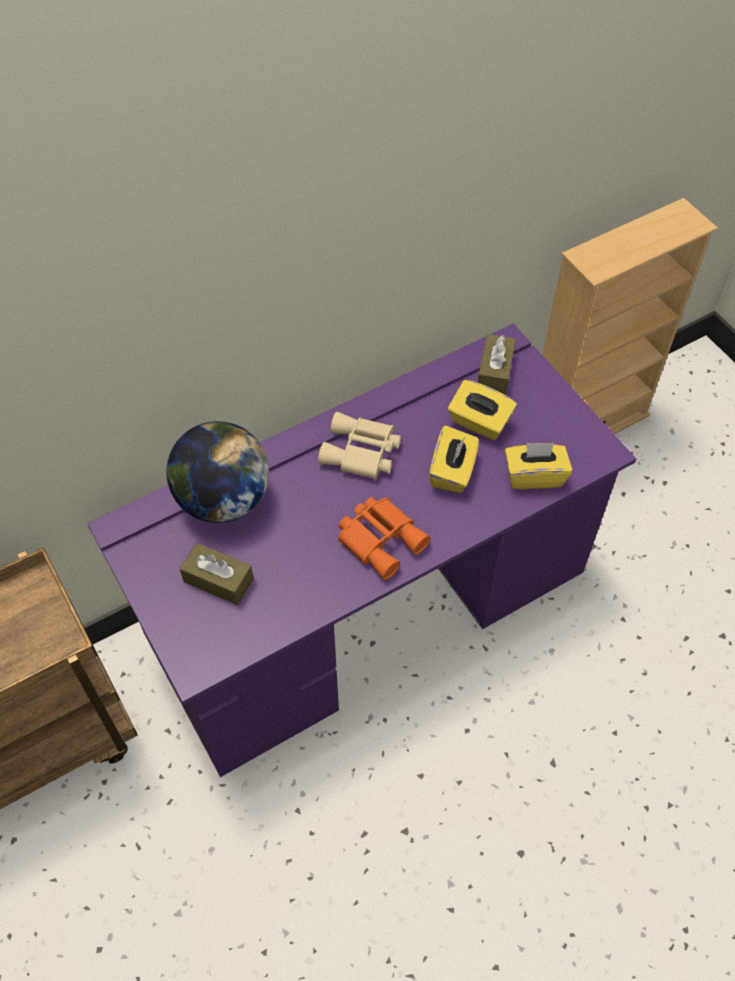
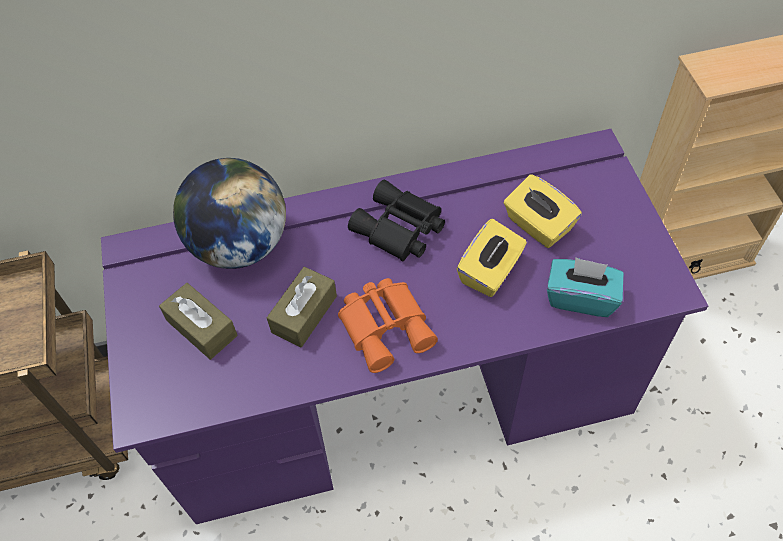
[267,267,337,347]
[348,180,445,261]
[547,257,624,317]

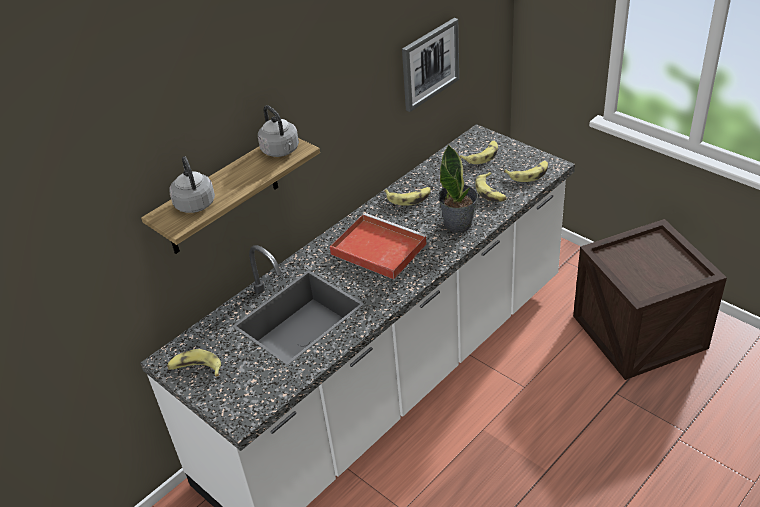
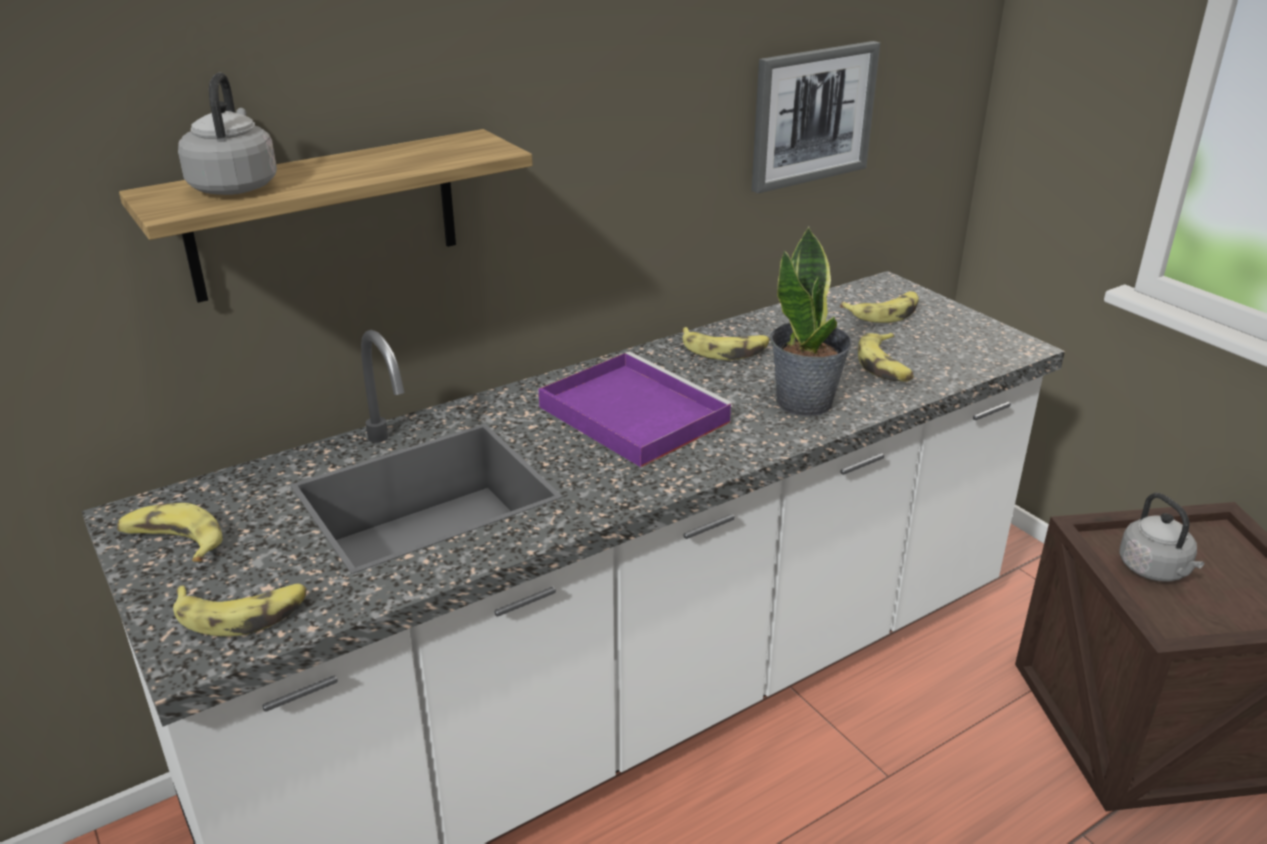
[1119,493,1204,582]
[173,584,306,636]
[539,351,734,467]

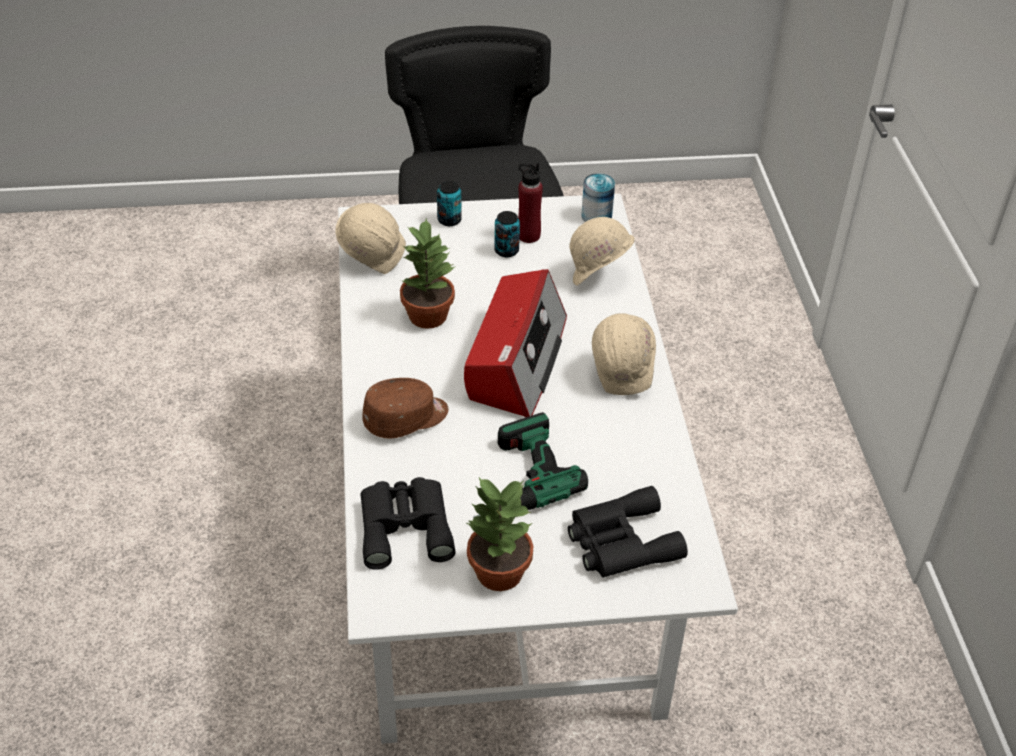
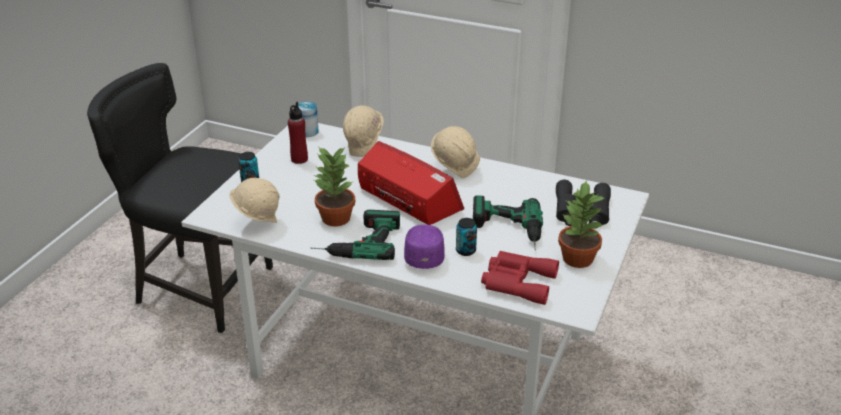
[456,218,477,256]
[404,225,445,269]
[481,251,559,305]
[311,210,400,260]

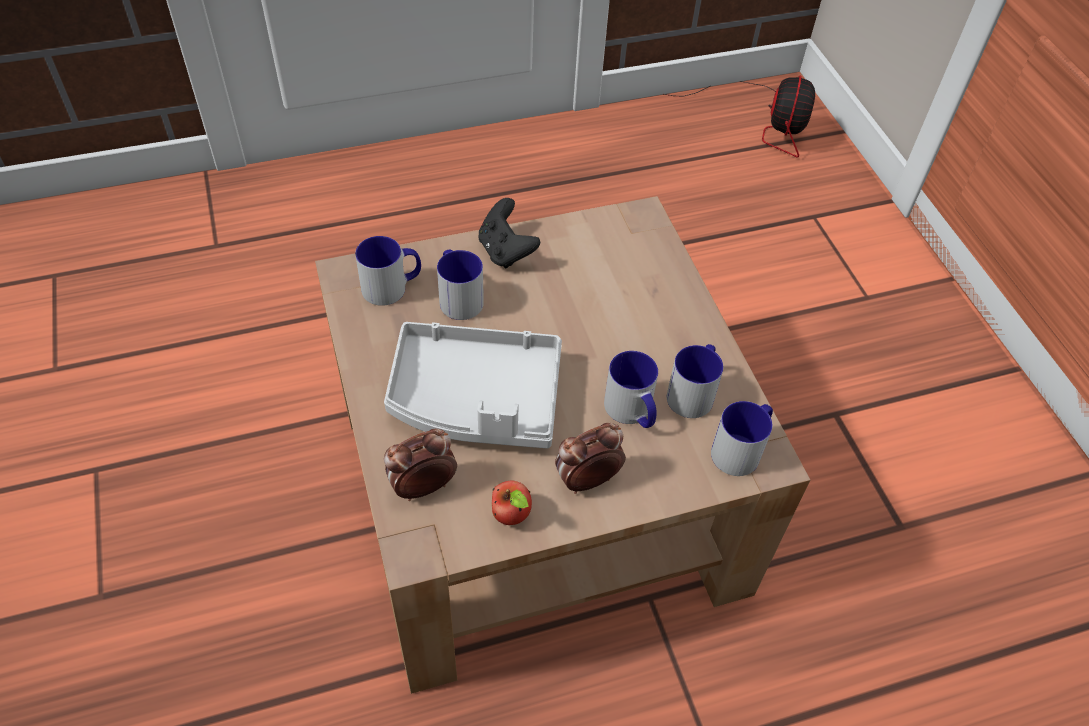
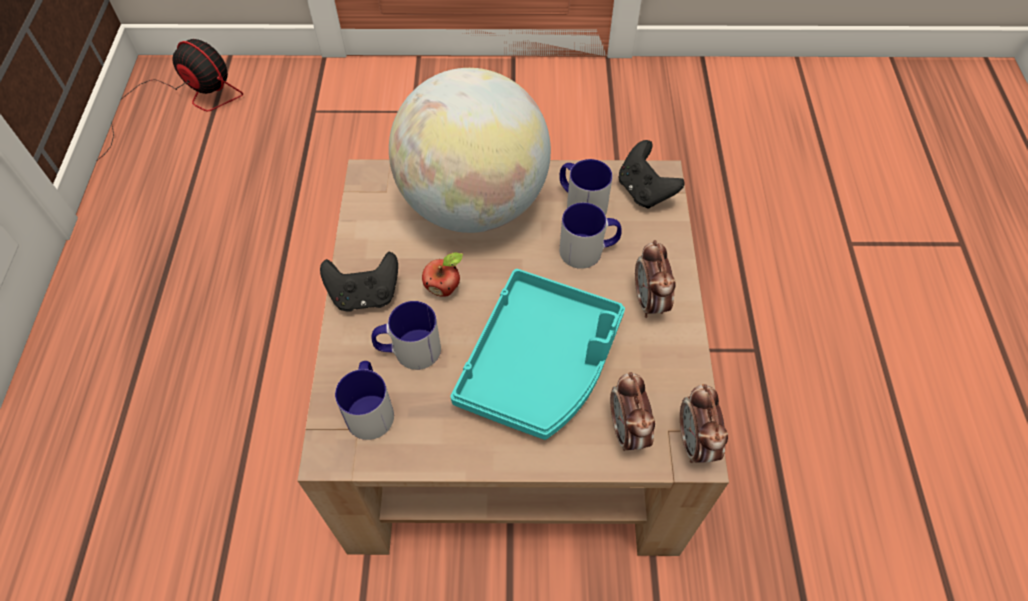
[450,269,625,440]
[618,140,685,209]
[422,253,463,297]
[389,68,551,233]
[680,384,728,463]

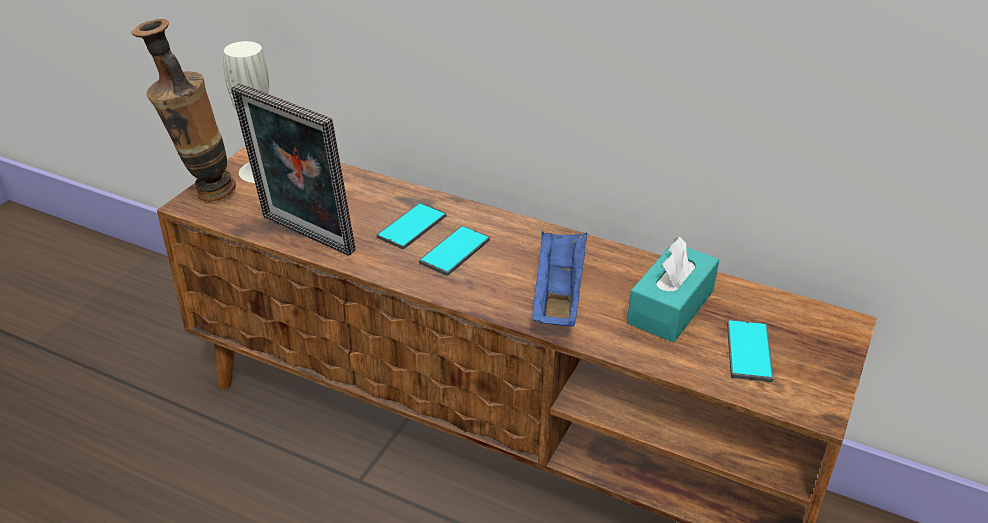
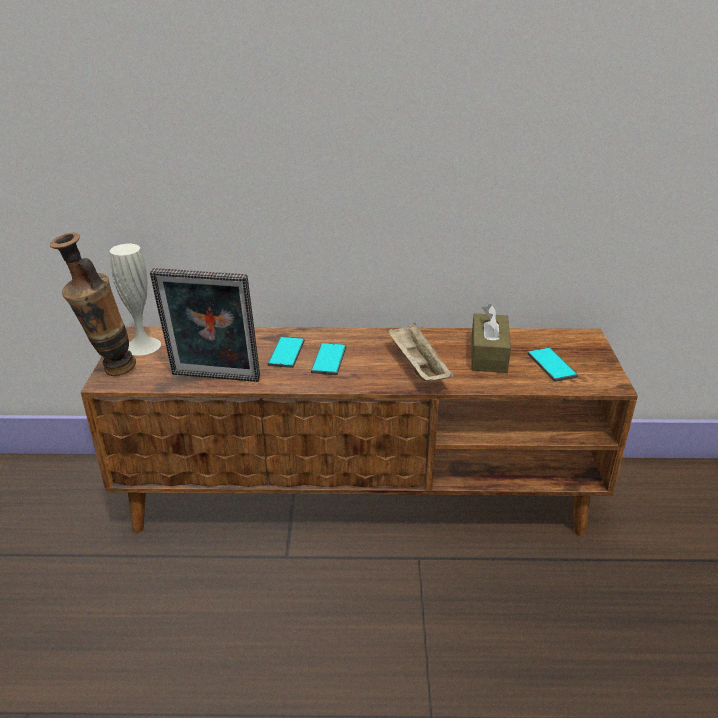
[387,323,453,381]
[471,304,511,373]

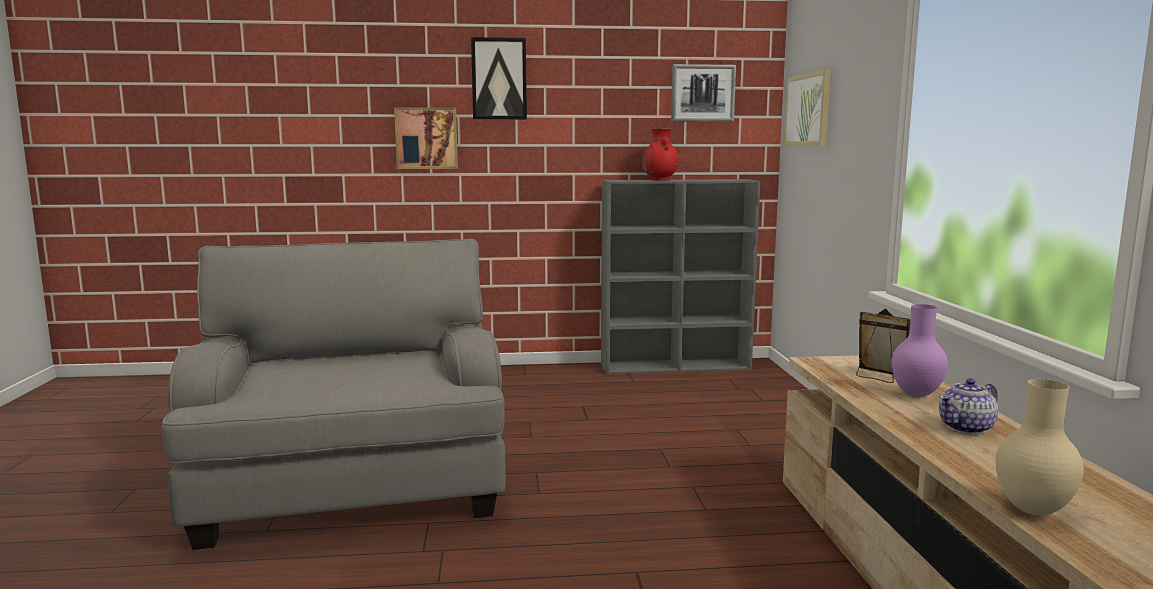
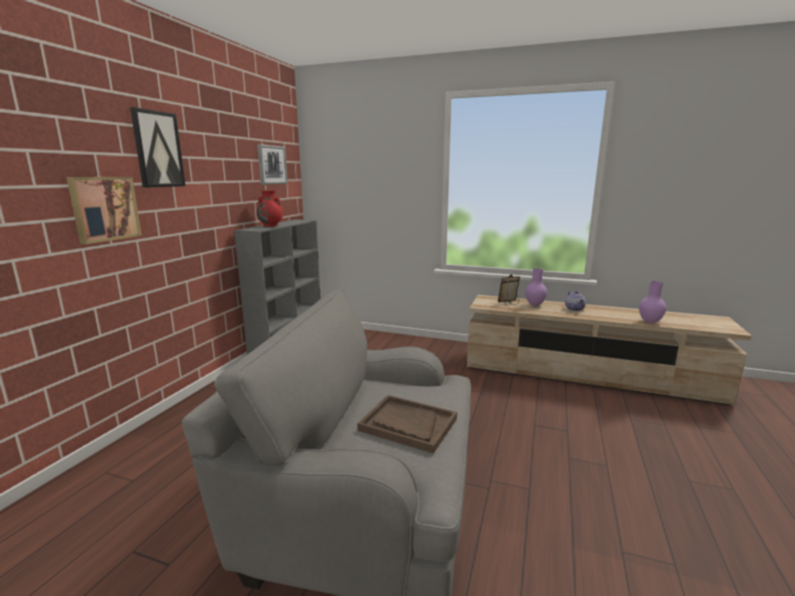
[784,70,831,145] (first image)
[639,281,666,323]
[357,395,457,453]

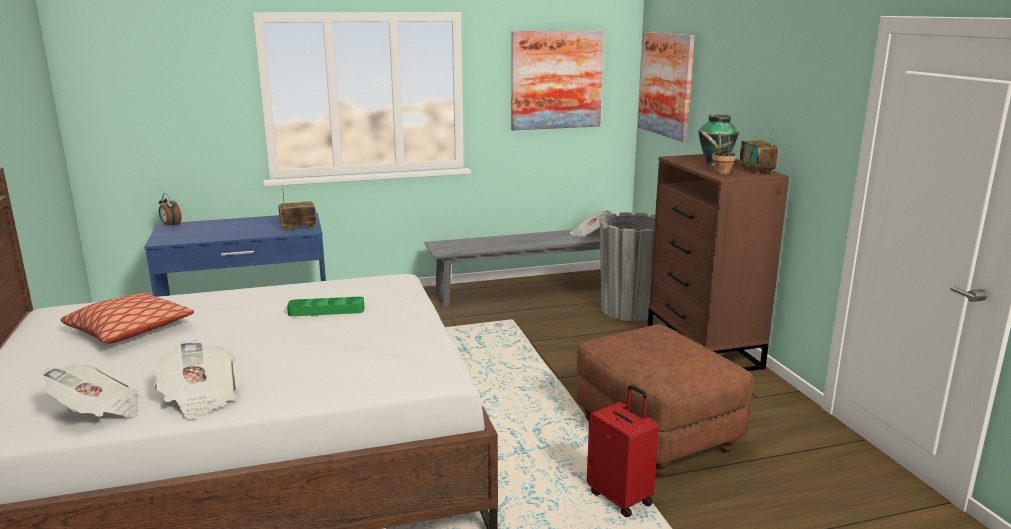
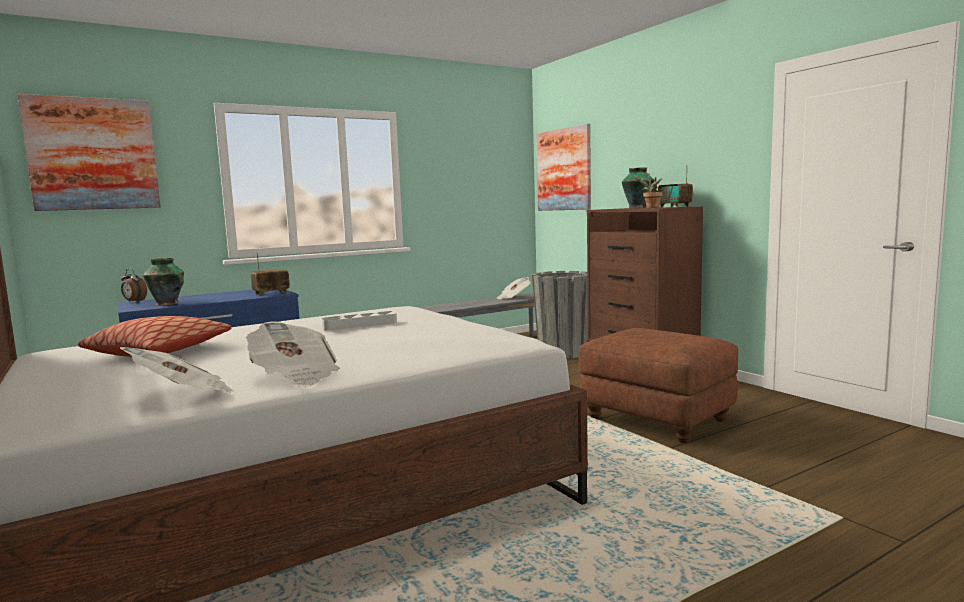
[18,94,161,211]
[322,311,397,331]
[587,385,659,517] (first image)
[143,258,184,306]

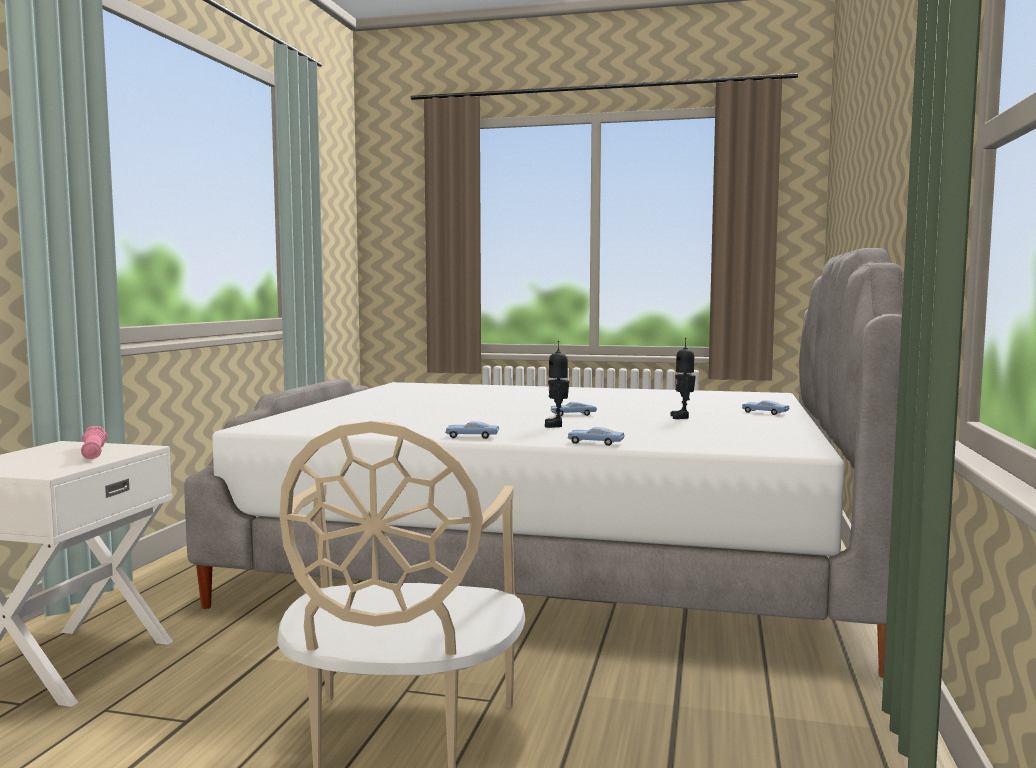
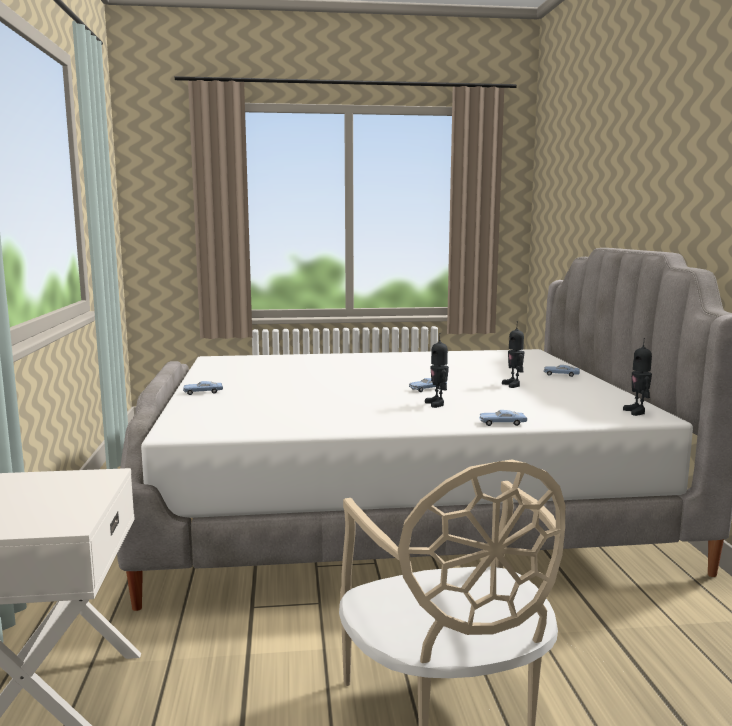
[183,381,223,395]
[81,426,108,459] (first image)
[623,338,652,416]

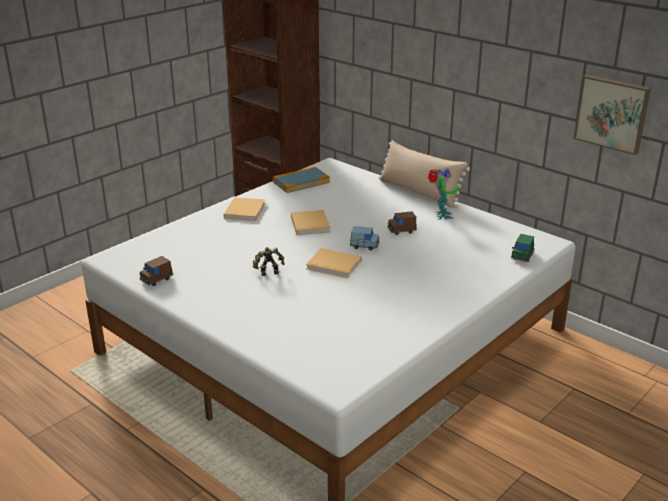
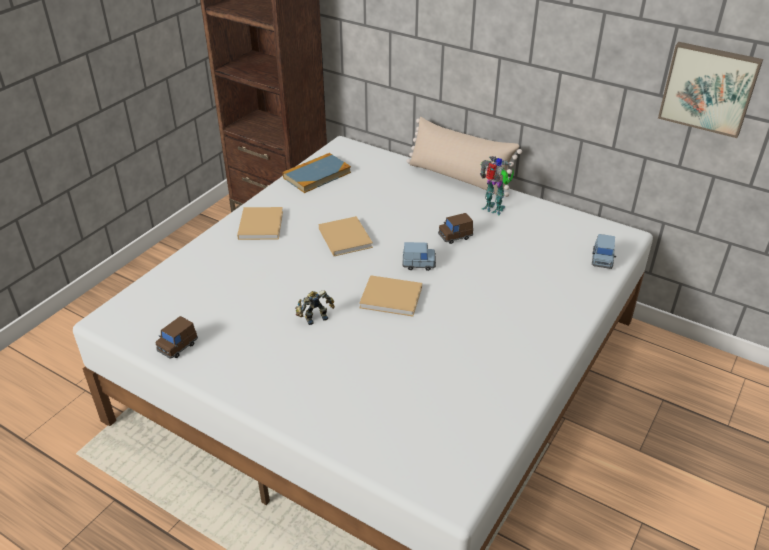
[480,156,514,215]
[592,234,616,269]

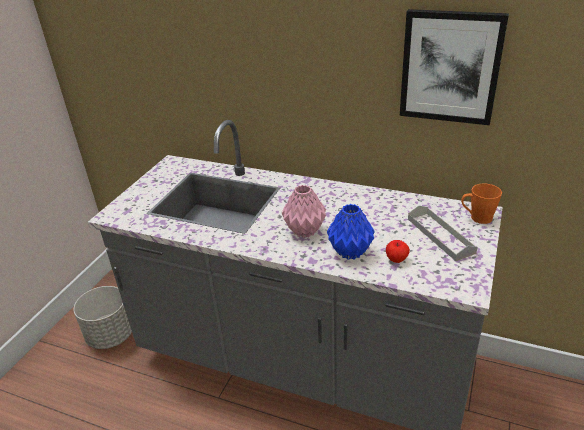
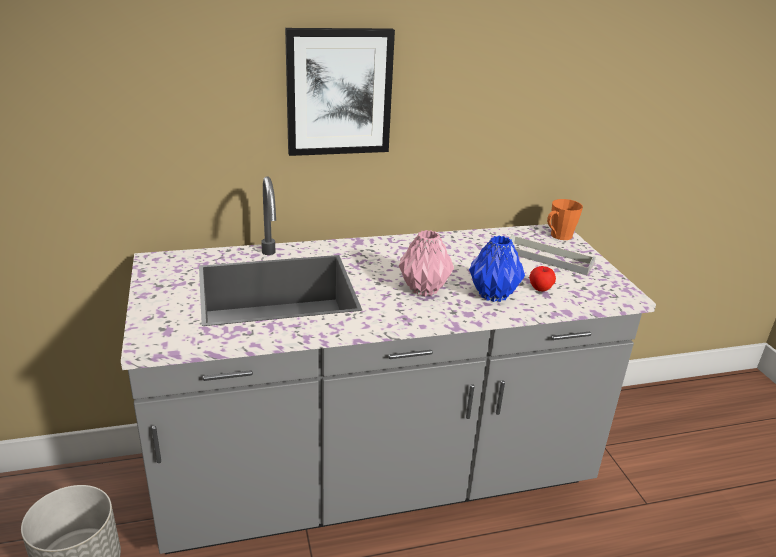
[285,28,395,156]

